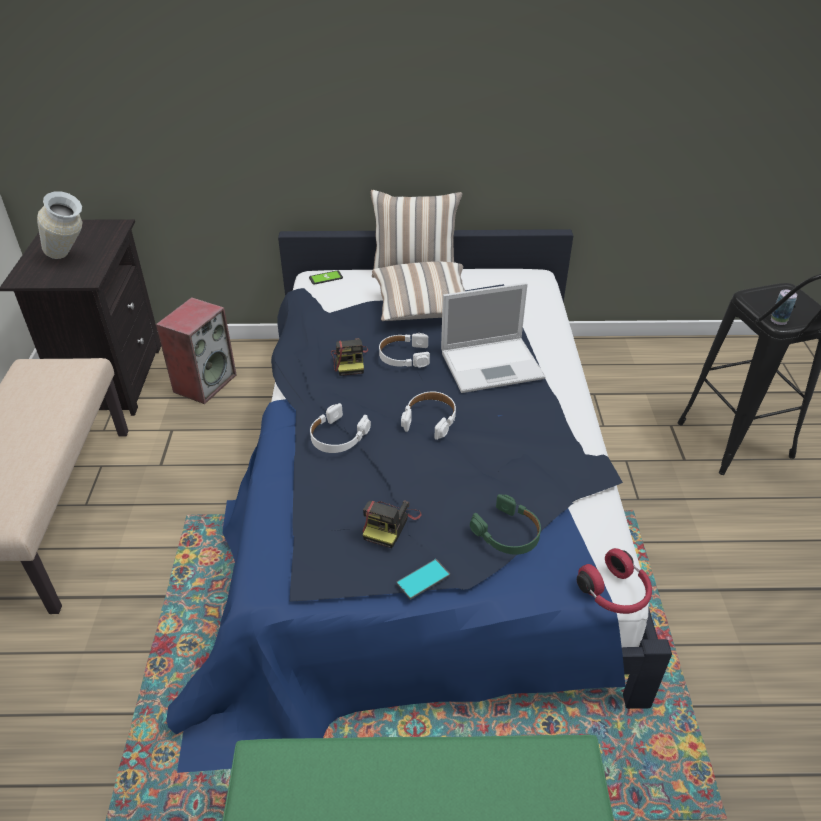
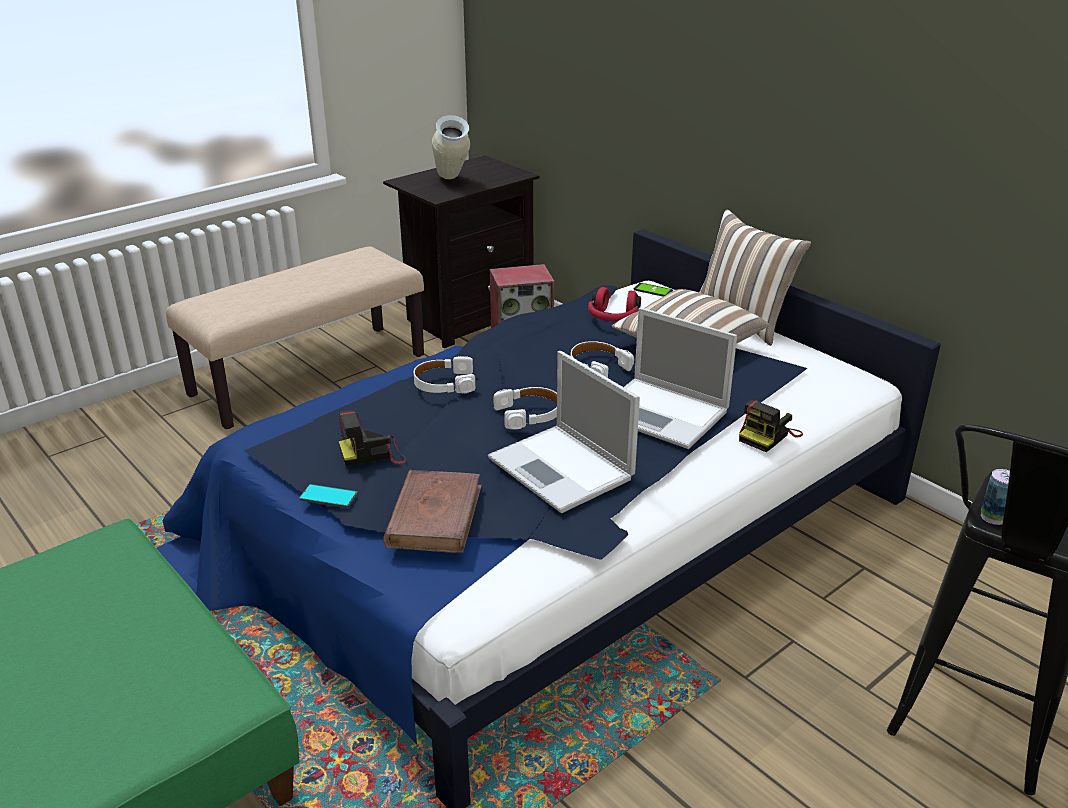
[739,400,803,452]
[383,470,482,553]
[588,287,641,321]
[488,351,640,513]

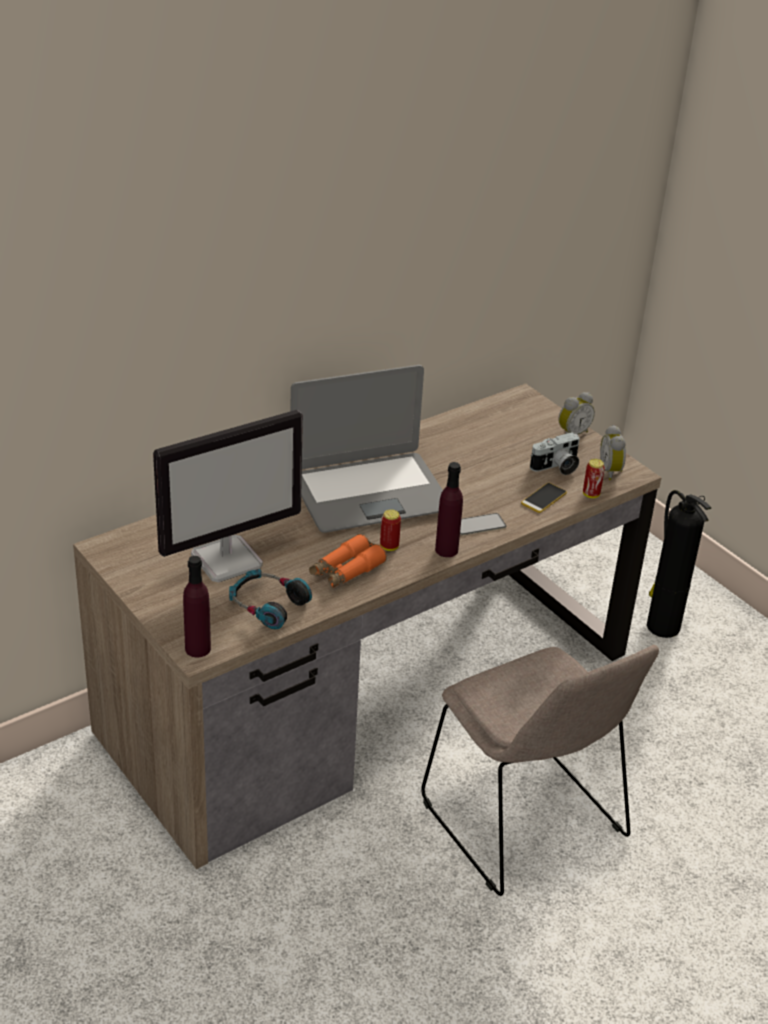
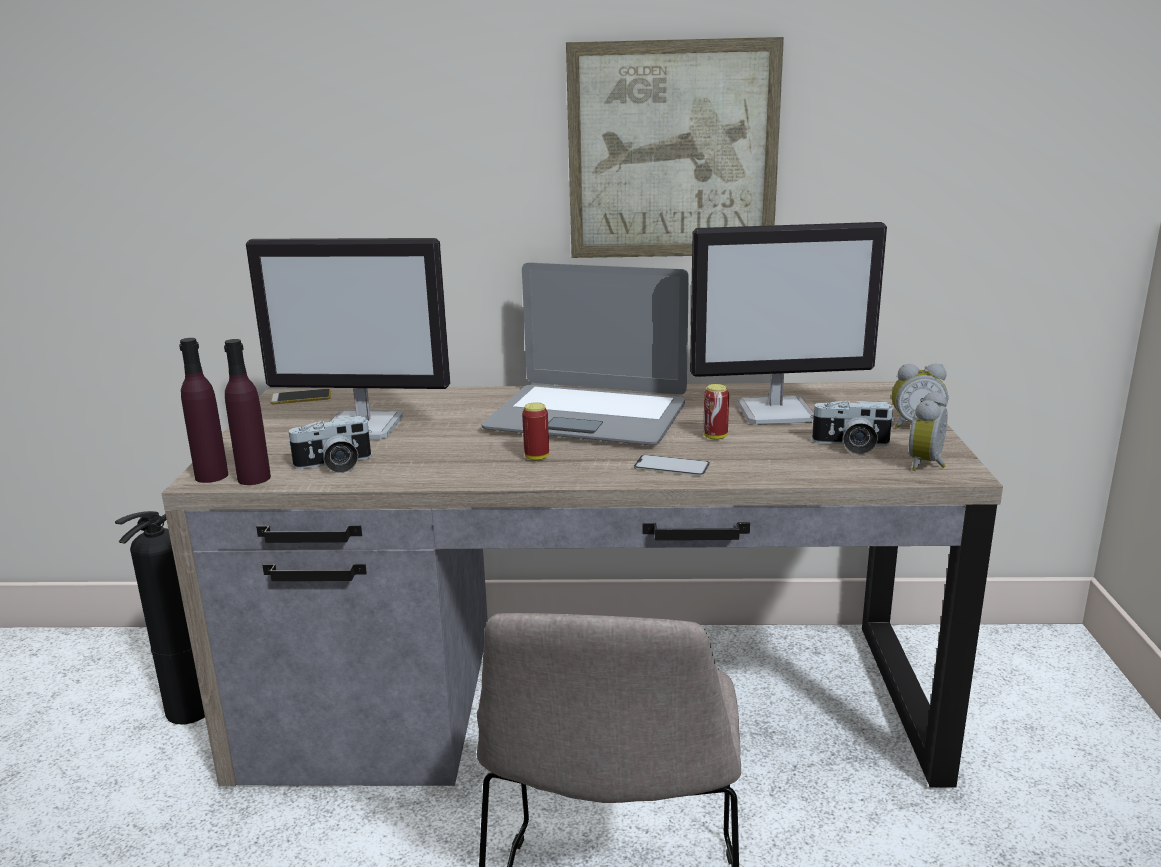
[703,384,729,440]
[224,339,271,485]
[270,389,331,404]
[115,511,205,724]
[309,534,387,588] (first image)
[287,416,372,473]
[566,37,784,258]
[690,222,887,425]

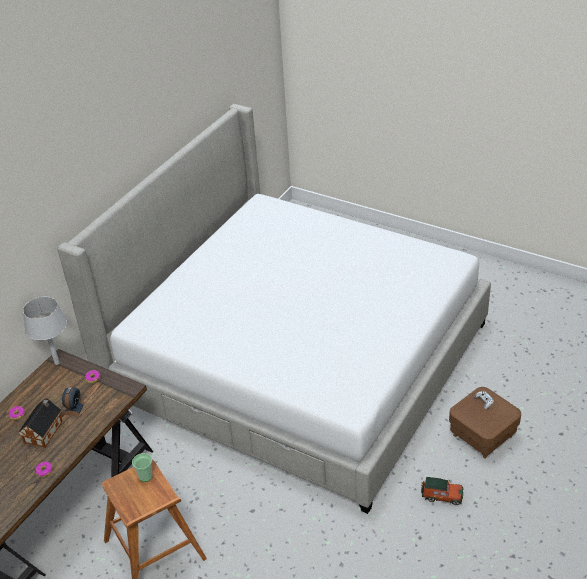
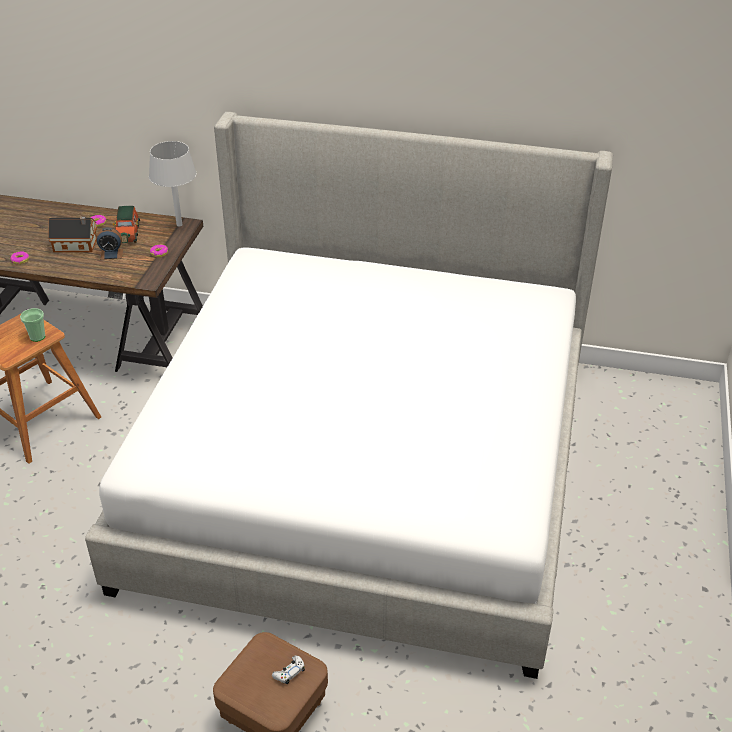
[113,206,140,243]

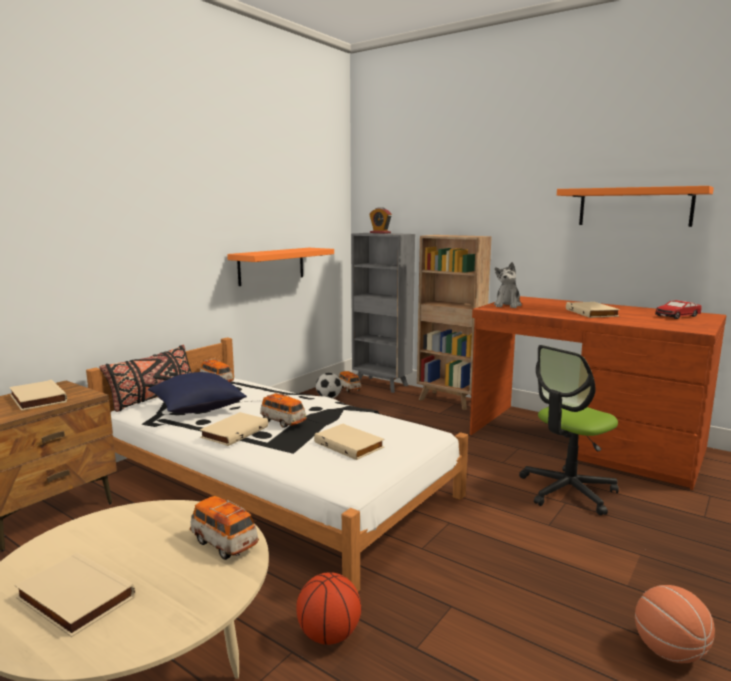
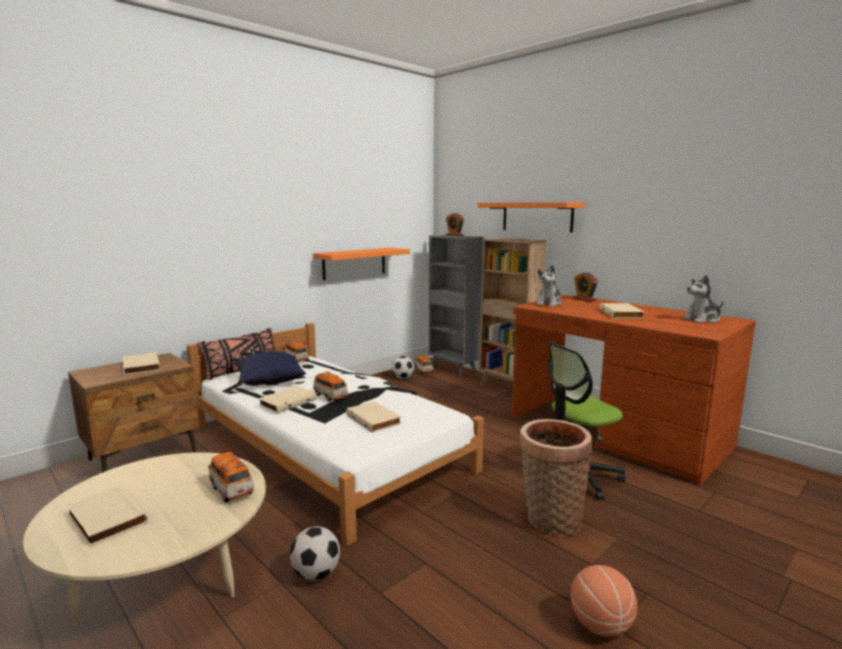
[478,202,585,233]
[682,275,724,323]
[290,527,340,580]
[573,272,598,302]
[520,419,592,537]

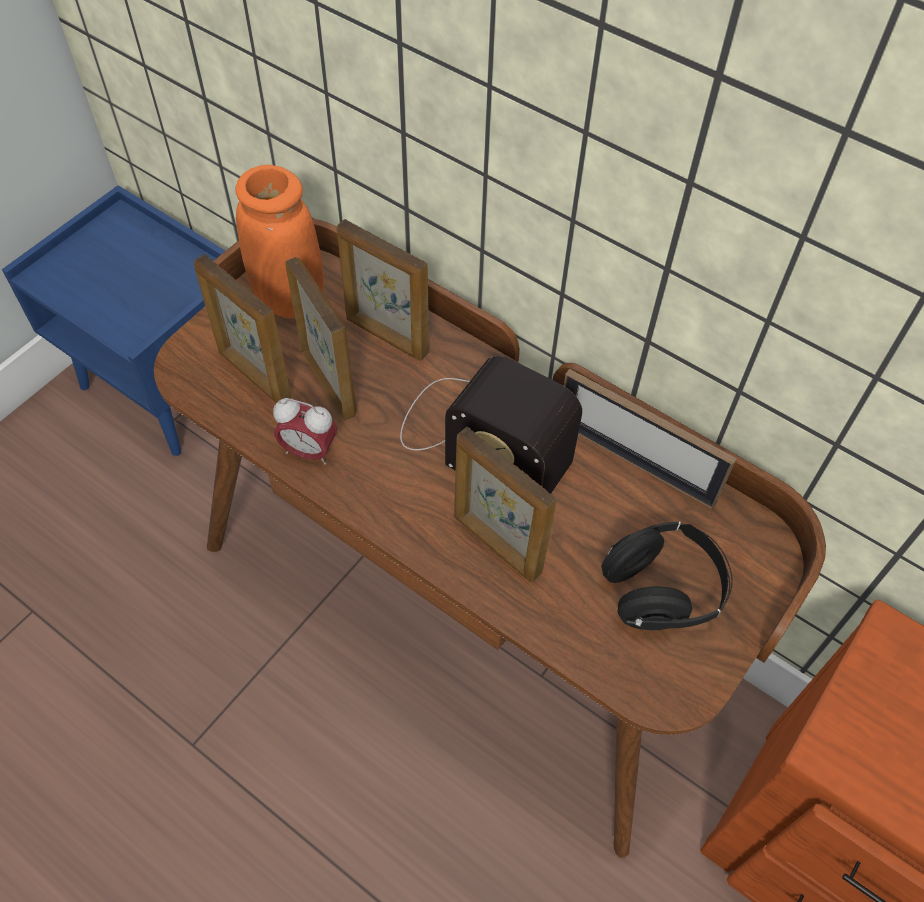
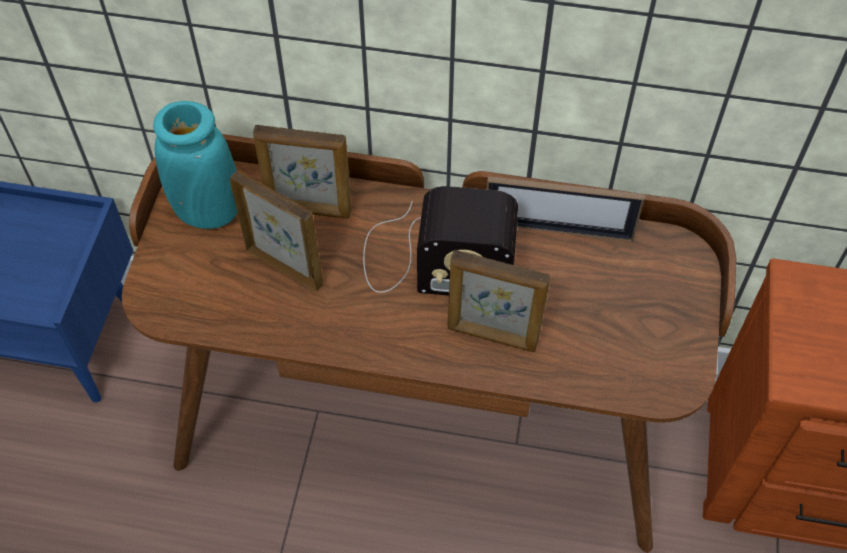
[153,101,237,229]
[194,254,291,403] (first image)
[273,398,337,465] (first image)
[602,521,733,630] (first image)

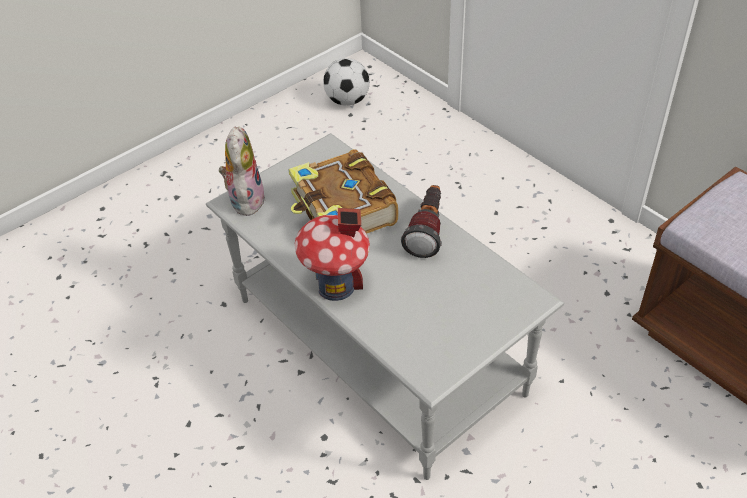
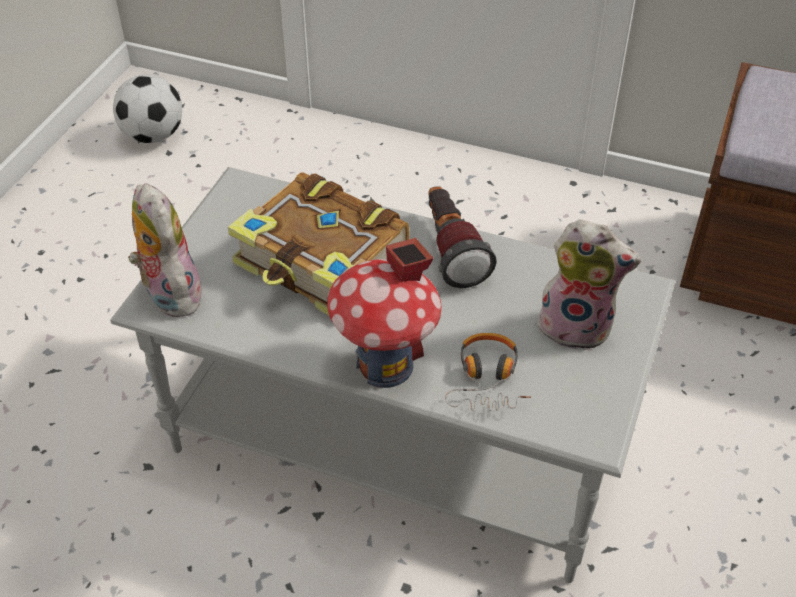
[533,219,641,351]
[445,333,531,411]

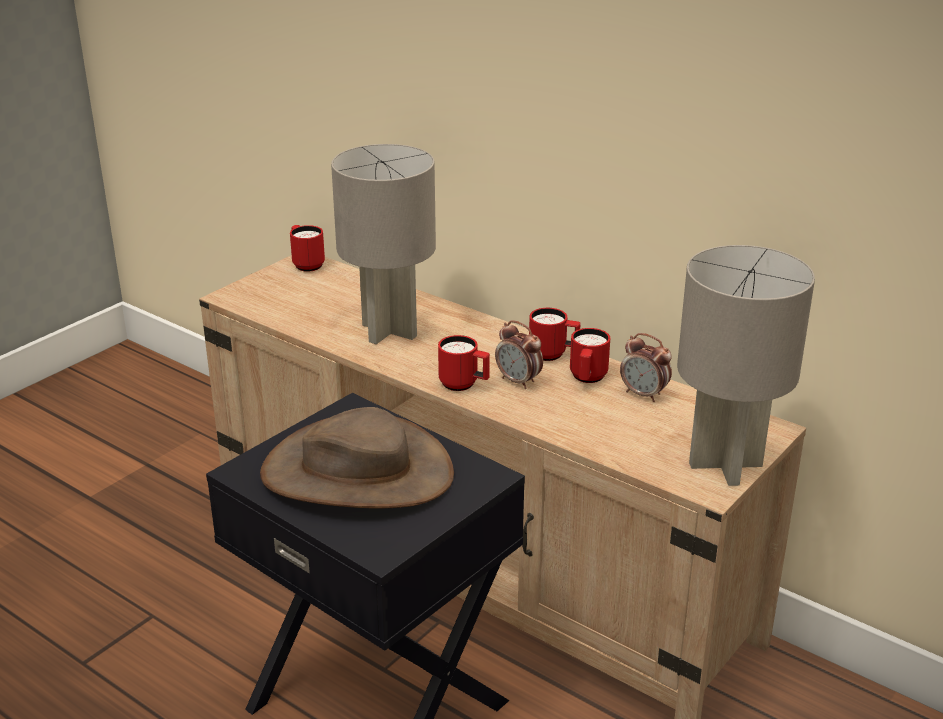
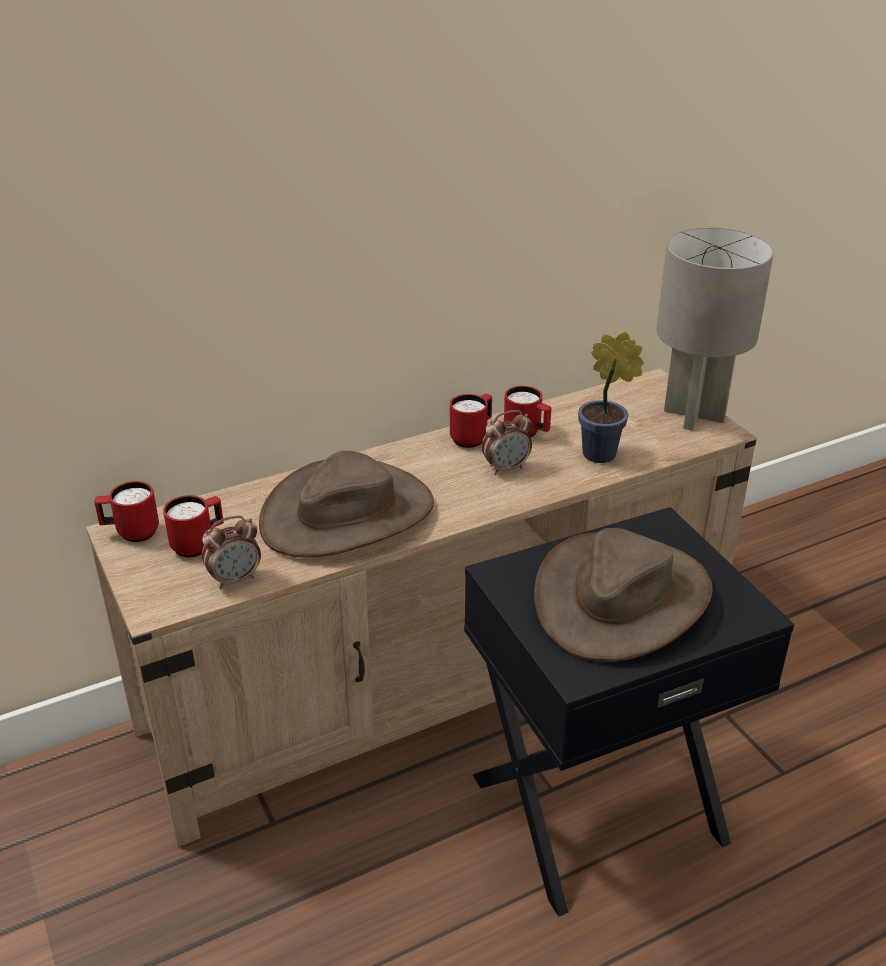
[259,451,434,558]
[202,515,261,589]
[163,495,224,557]
[578,332,644,463]

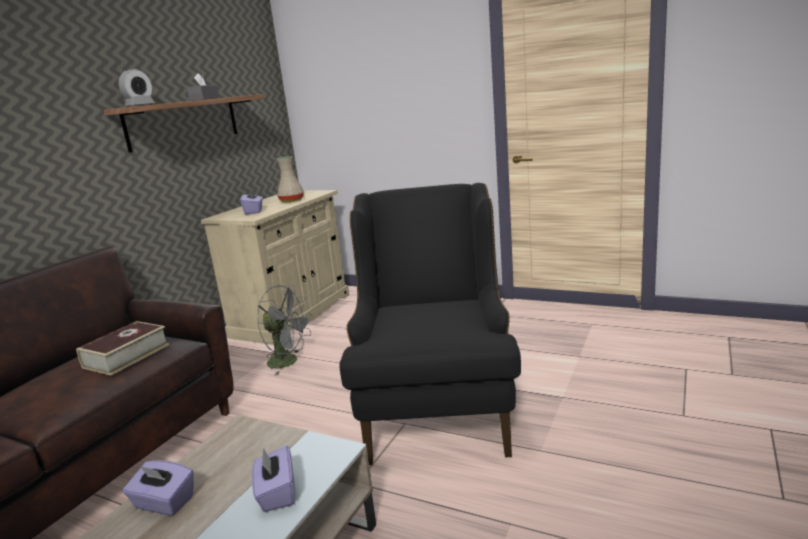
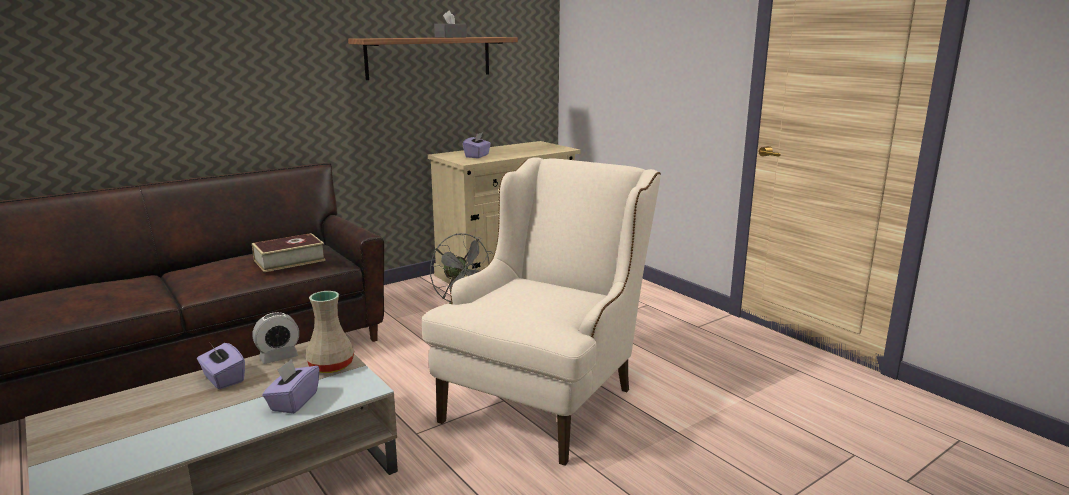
[252,312,299,364]
[305,291,354,373]
[422,157,661,466]

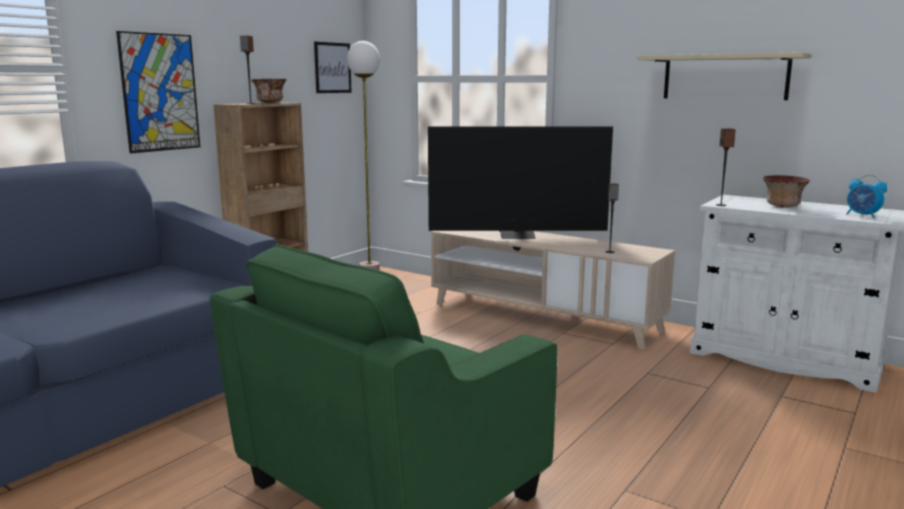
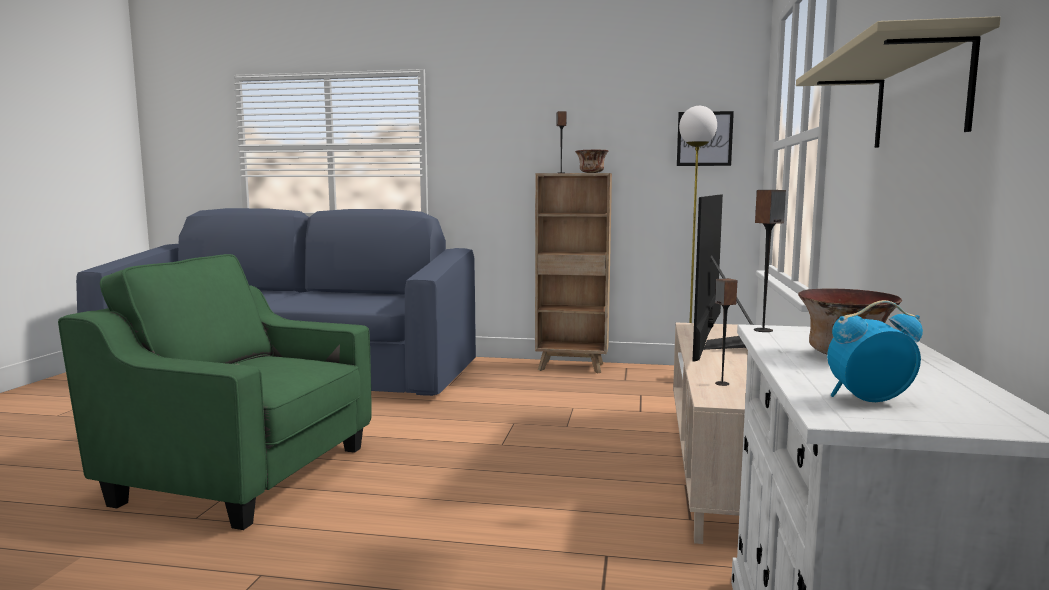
[116,31,200,153] (first image)
[693,194,753,362]
[827,300,923,402]

